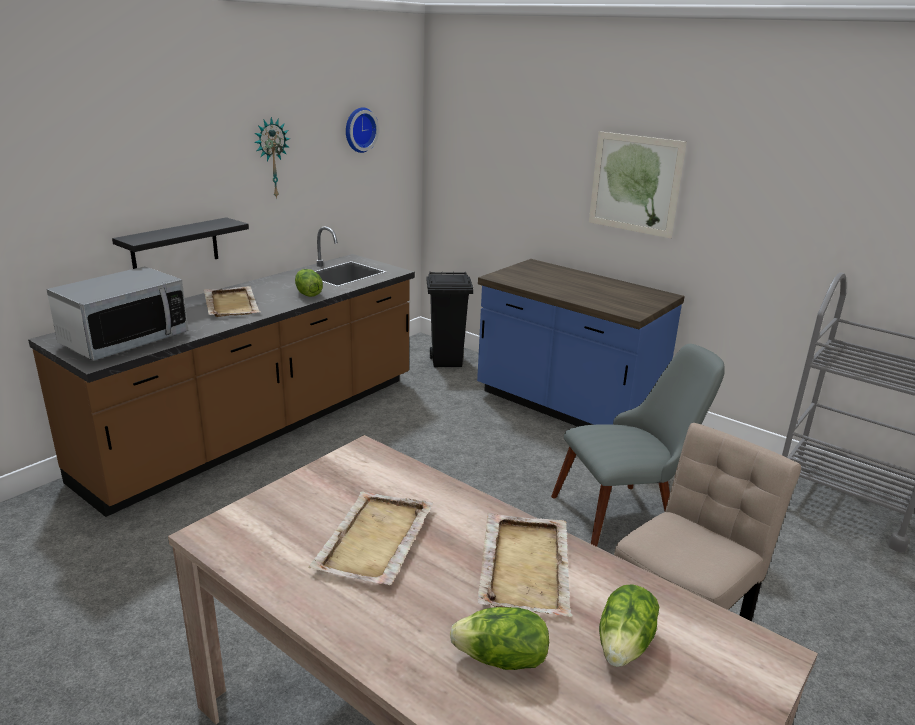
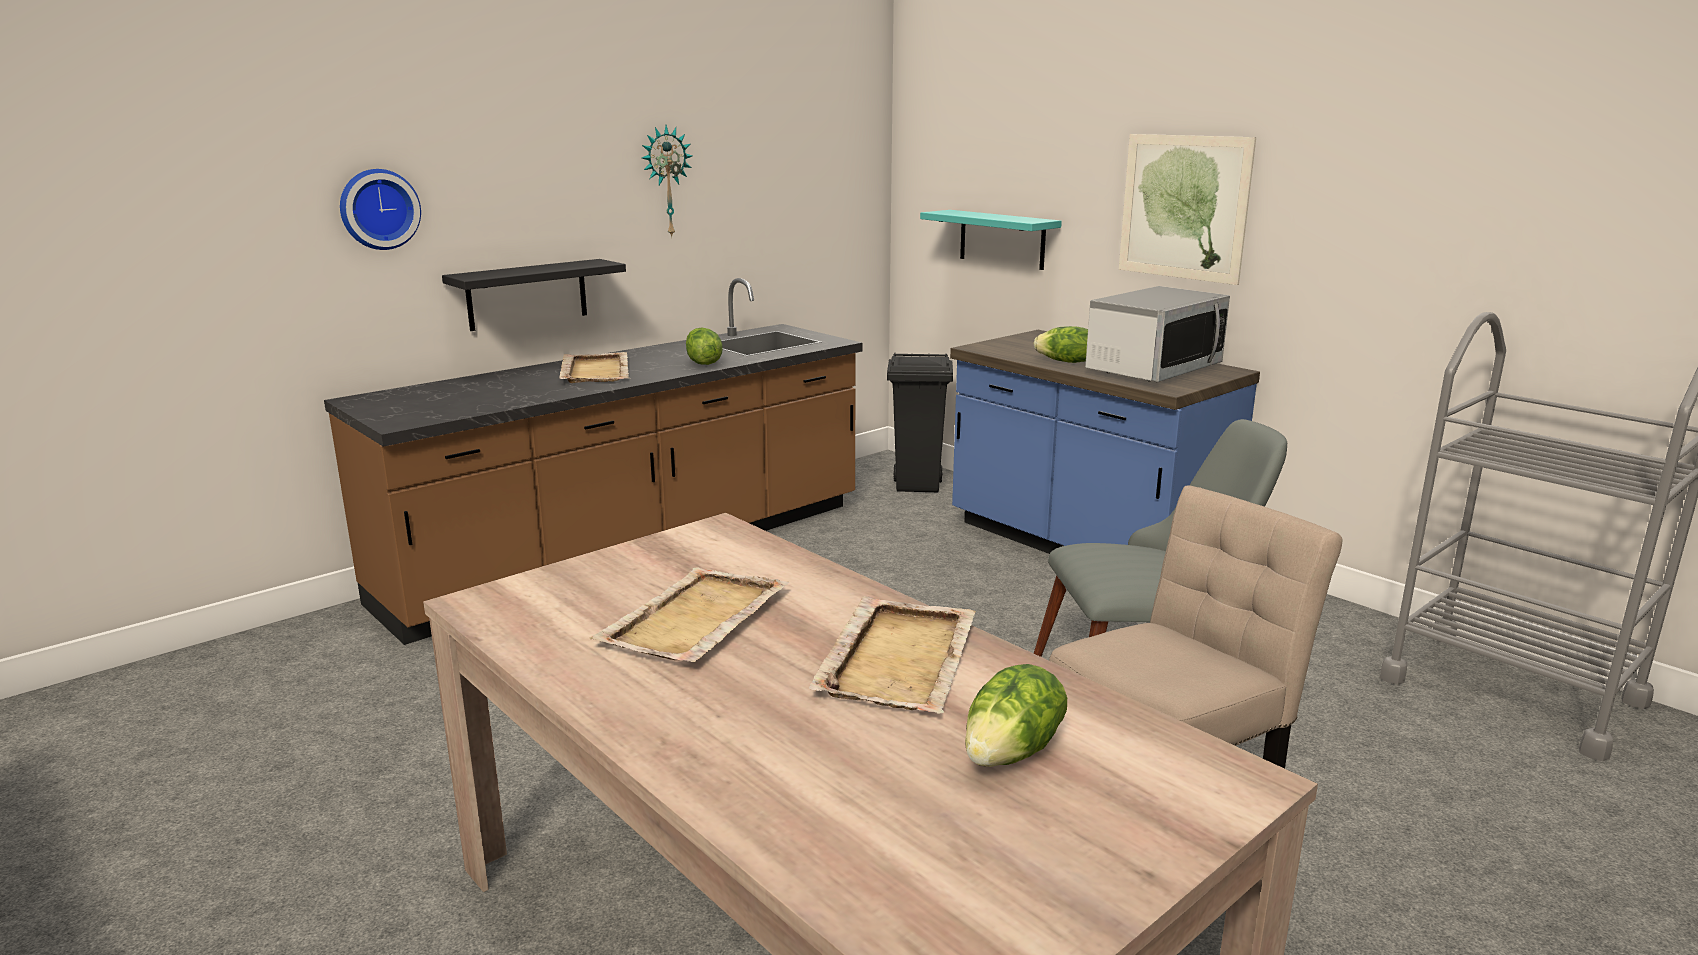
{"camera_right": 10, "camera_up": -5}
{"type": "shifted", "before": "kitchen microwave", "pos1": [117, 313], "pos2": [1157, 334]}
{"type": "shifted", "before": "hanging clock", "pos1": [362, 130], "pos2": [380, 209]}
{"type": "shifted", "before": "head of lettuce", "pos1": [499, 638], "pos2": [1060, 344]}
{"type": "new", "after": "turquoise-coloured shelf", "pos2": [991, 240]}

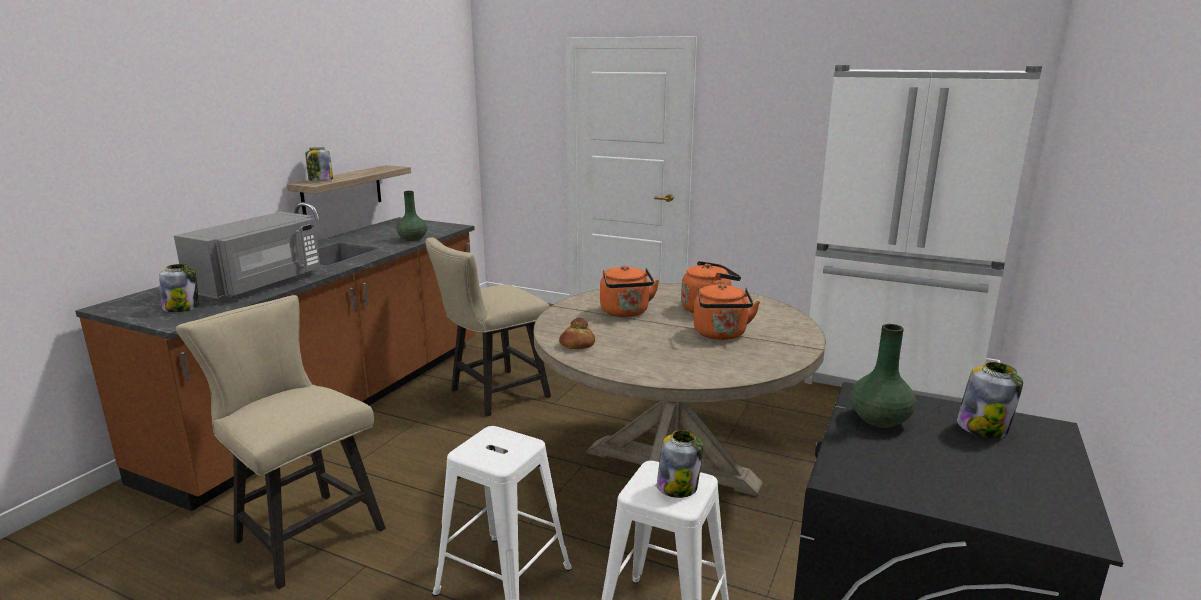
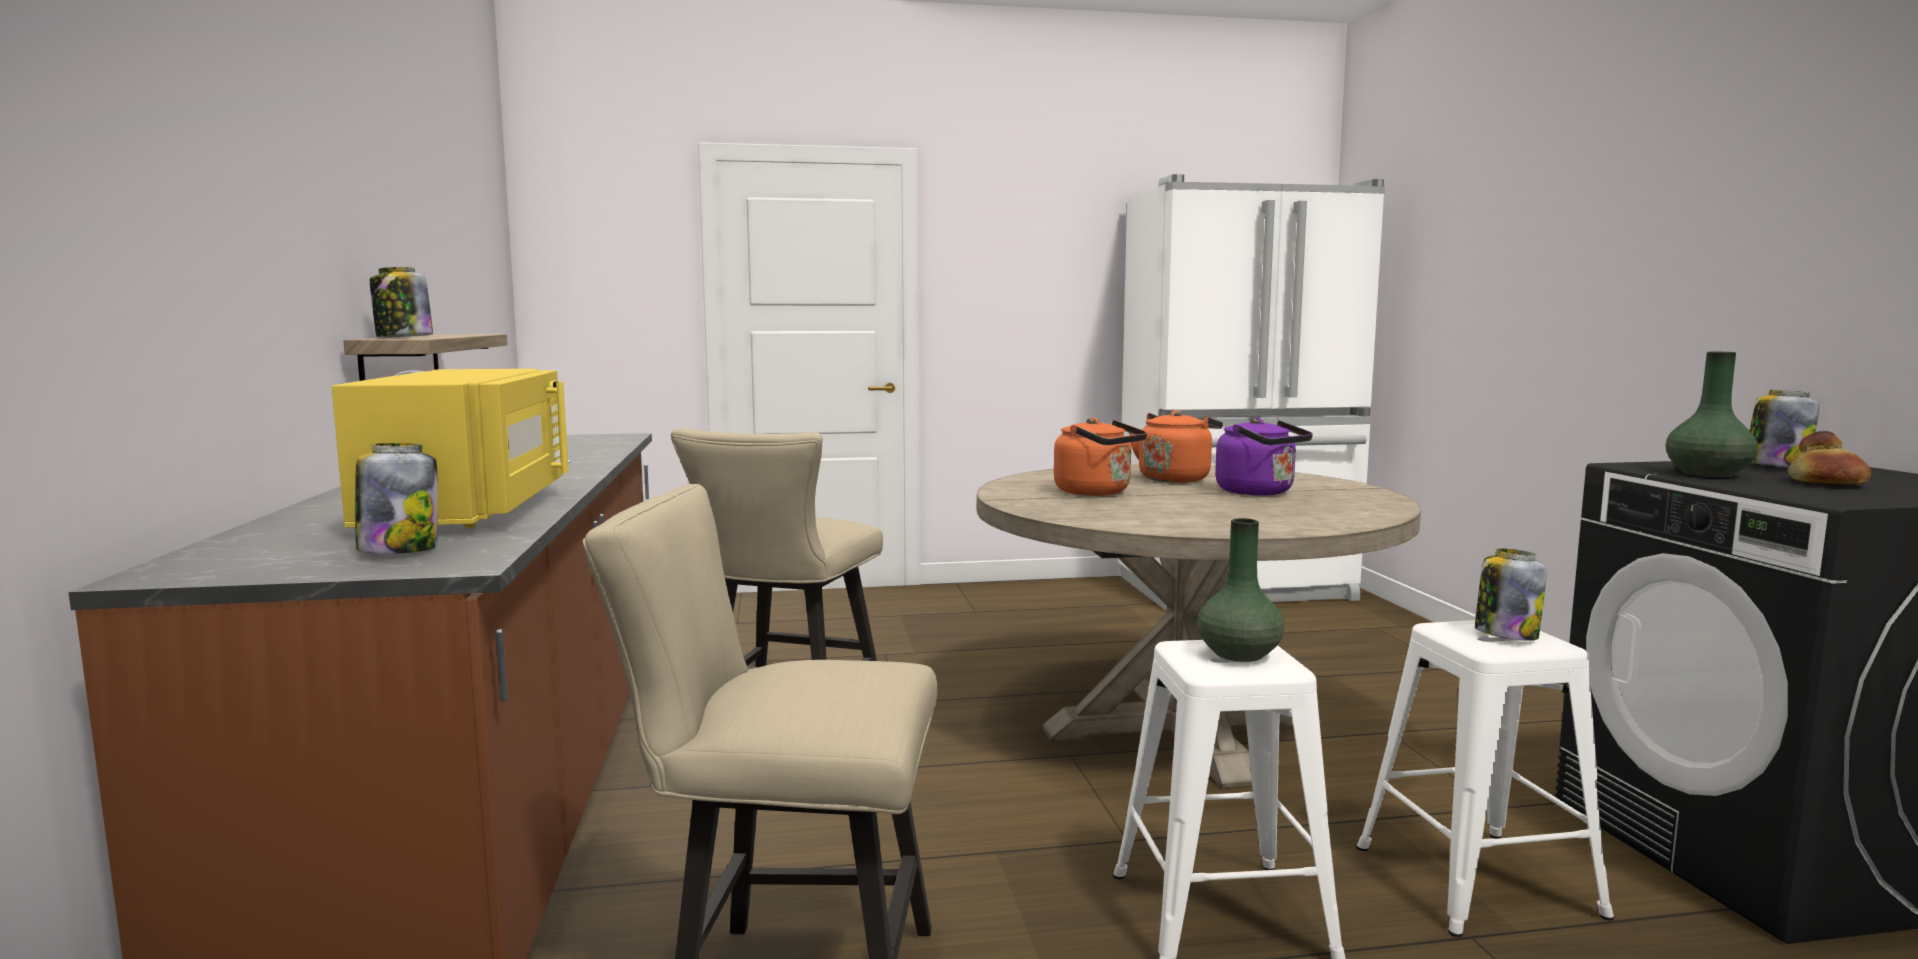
{"camera_right": -35, "camera_up": -10}
{"type": "repainted", "before": "gray kitchen microwave", "after": "yellowish kitchen microwave", "pos1": [247, 255], "pos2": [450, 448]}
{"type": "shifted", "before": "green-coloured flower vase", "pos1": [411, 216], "pos2": [1241, 590]}
{"type": "shifted", "before": "bread", "pos1": [577, 333], "pos2": [1829, 458]}
{"type": "repainted", "before": "orange-coloured water kettle", "after": "purple water kettle", "pos1": [726, 312], "pos2": [1264, 456]}

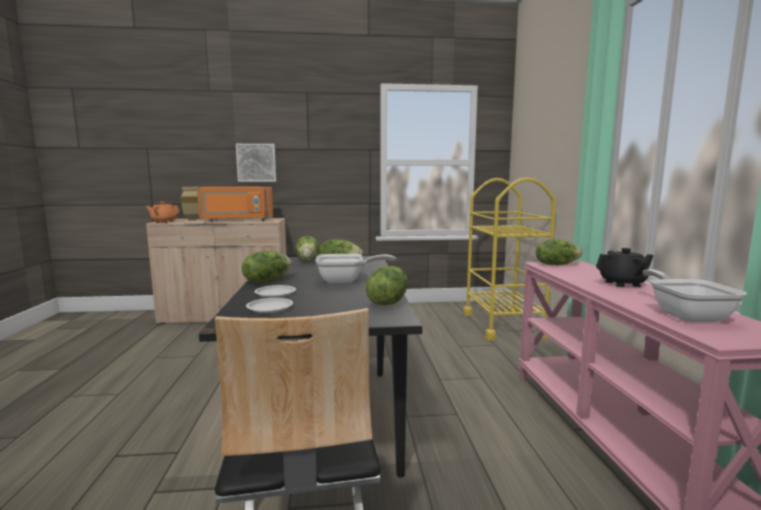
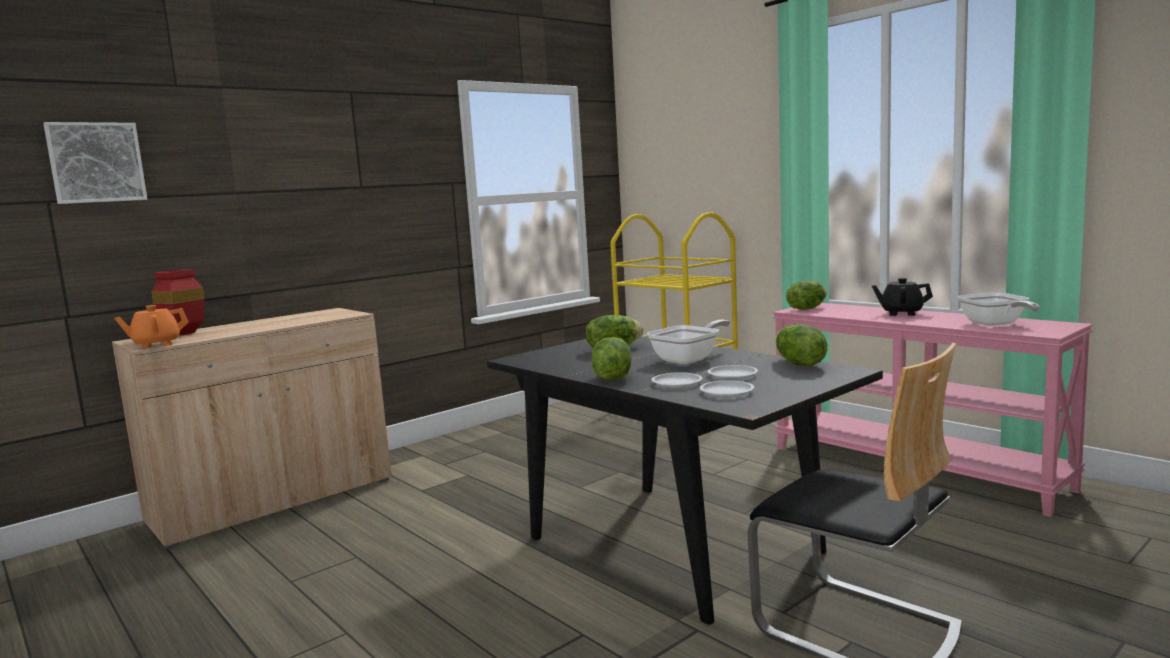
{"camera_right": -35, "camera_up": 0}
{"type": "repainted", "before": "sand-coloured flower vase", "after": "red-coloured flower vase", "pos1": [190, 203], "pos2": [178, 302]}
{"type": "gone", "before": "orange-coloured kitchen microwave", "pos1": [235, 204]}
{"type": "shifted", "before": "picture", "pos1": [256, 163], "pos2": [95, 163]}
{"type": "gone", "before": "head of lettuce", "pos1": [308, 248]}
{"type": "rotated", "before": "black-coloured pot for tea", "pos1": [625, 267], "pos2": [902, 297], "turn": -120}
{"type": "rotated", "before": "skillet", "pos1": [695, 295], "pos2": [999, 309], "turn": -150}
{"type": "new", "after": "white flat dish", "pos2": [733, 372]}

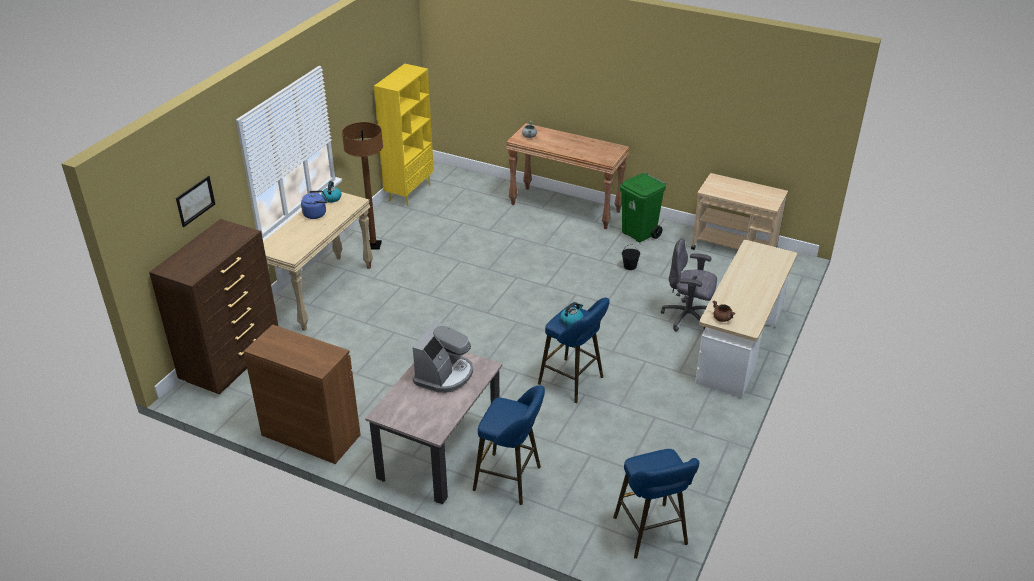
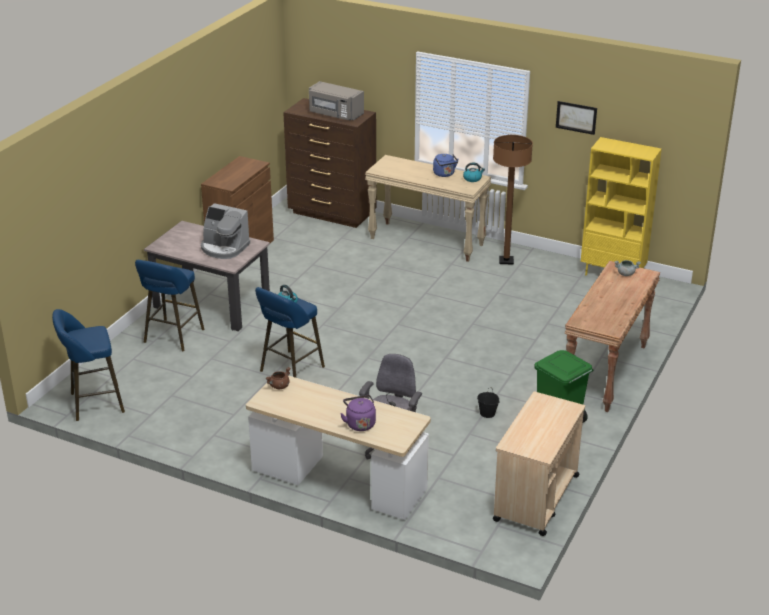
{"camera_right": 90, "camera_up": -5}
{"type": "shifted", "before": "picture", "pos1": [195, 201], "pos2": [576, 118]}
{"type": "new", "after": "gray kitchen microwave", "pos2": [336, 100]}
{"type": "new", "after": "purple water kettle", "pos2": [358, 413]}

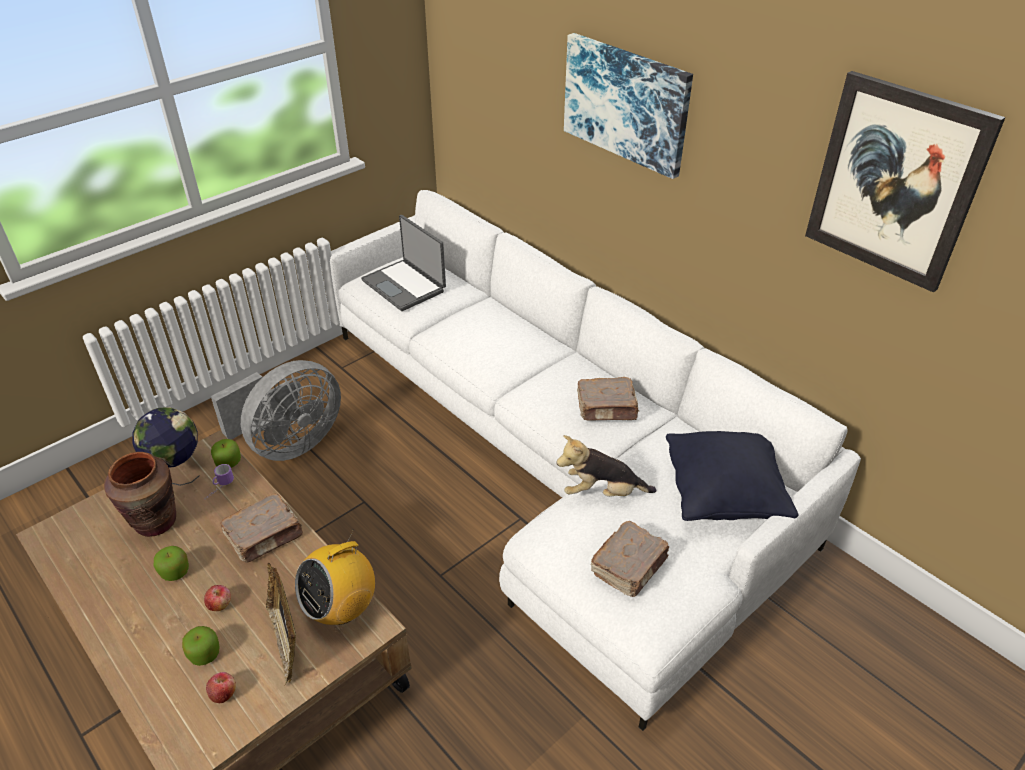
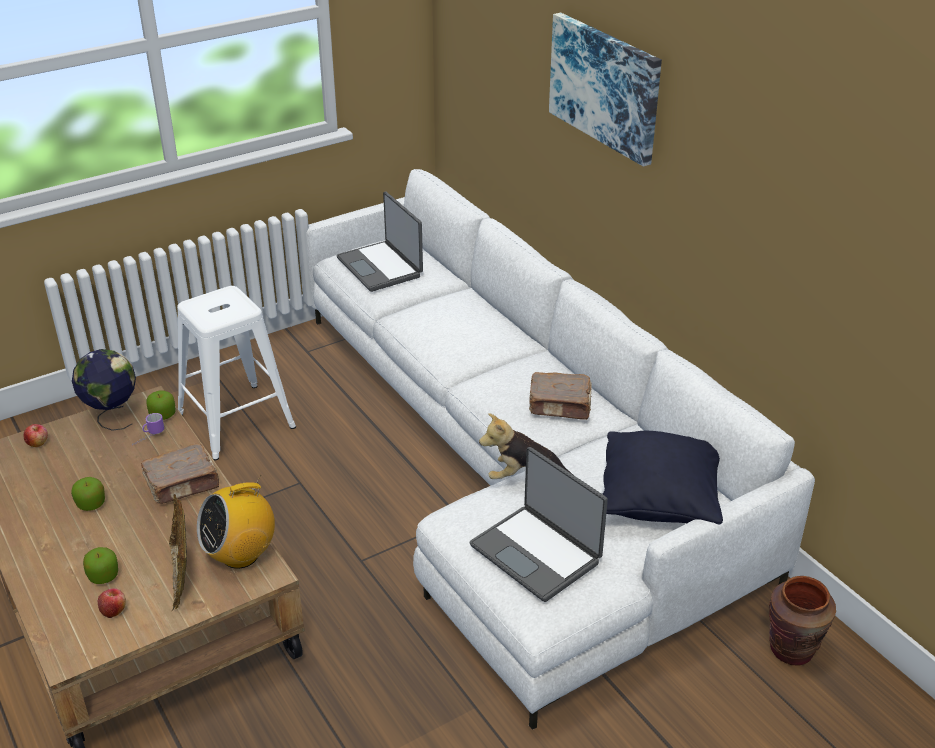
{"camera_right": 10, "camera_up": -5}
{"type": "shifted", "before": "brown flower vase", "pos1": [140, 494], "pos2": [802, 621]}
{"type": "shifted", "before": "apple", "pos1": [217, 598], "pos2": [35, 435]}
{"type": "swapped", "before": "gray fan", "after": "white sitting stool", "pos1": [276, 410], "pos2": [236, 373]}
{"type": "swapped", "before": "brown bound book", "after": "portable computer", "pos1": [630, 559], "pos2": [539, 524]}
{"type": "gone", "before": "picture", "pos1": [905, 182]}

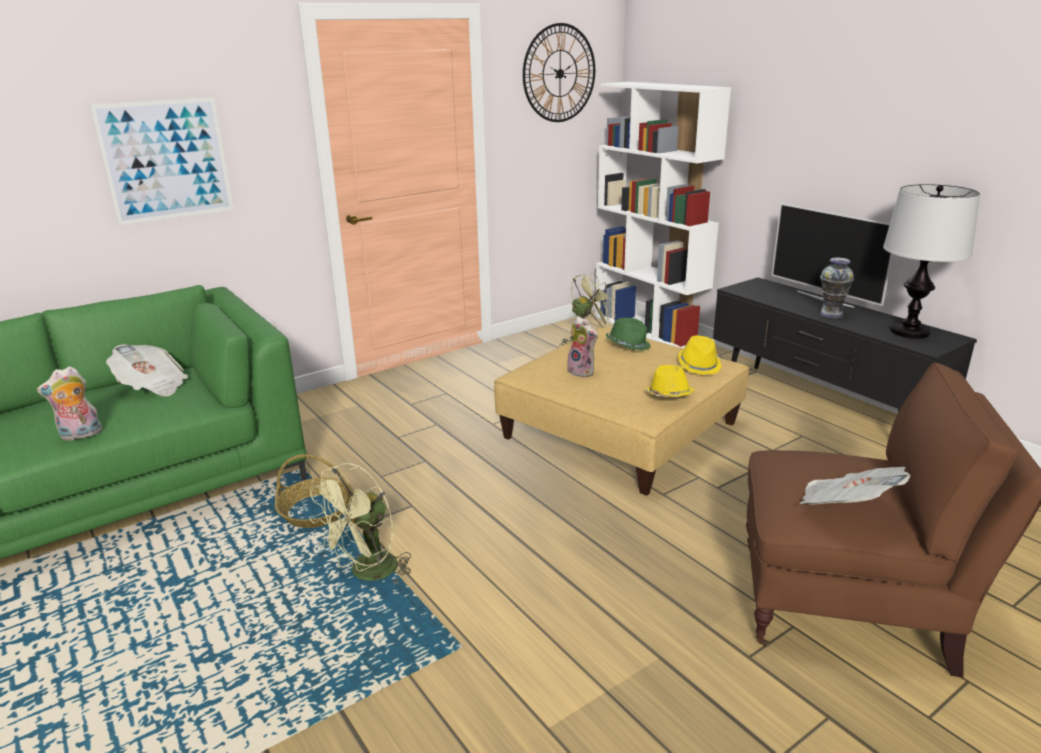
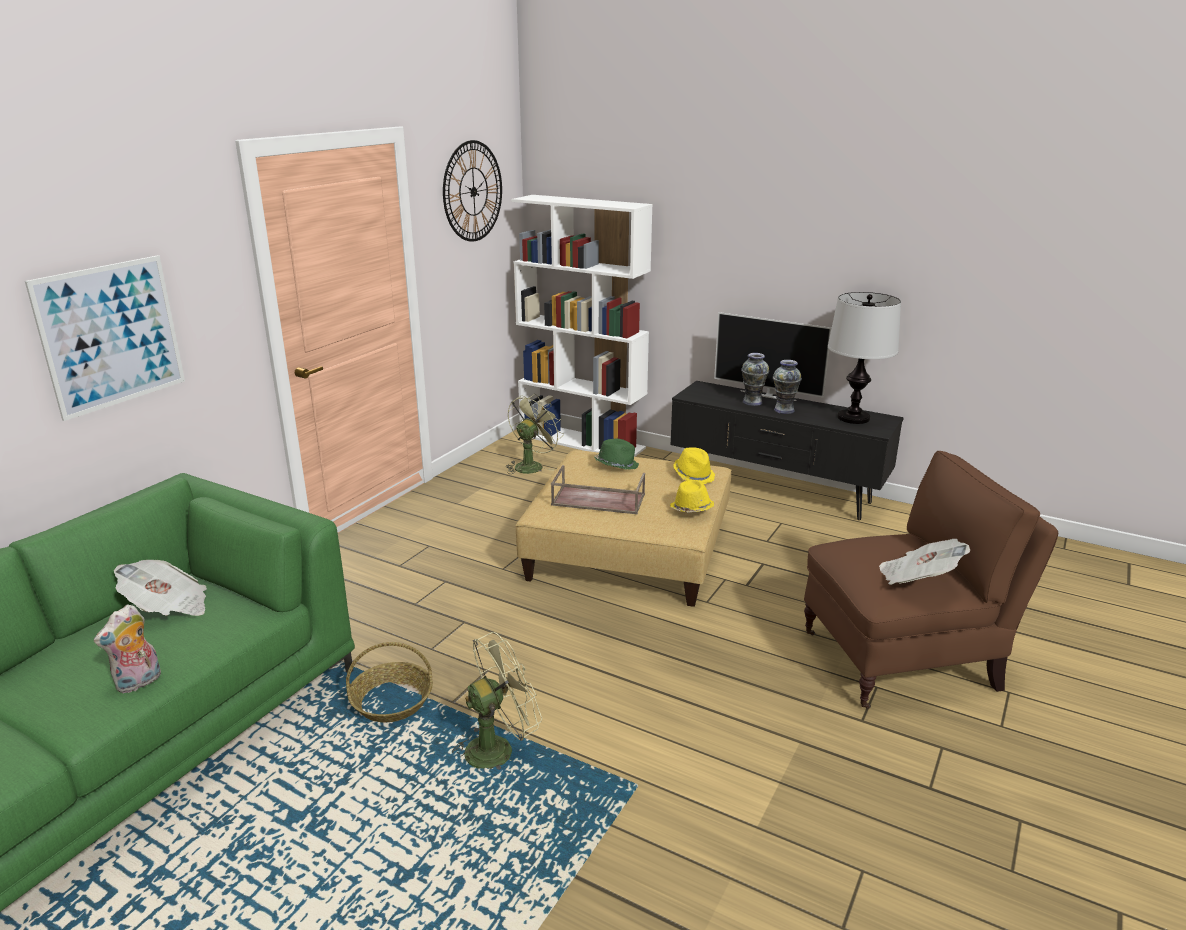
{"camera_right": -25, "camera_up": 0}
{"type": "rotated", "before": "green-coloured fan", "pos1": [360, 524], "pos2": [497, 701], "turn": -135}
{"type": "swapped", "before": "cuddly toy", "after": "brown serving tray", "pos1": [582, 347], "pos2": [598, 489]}
{"type": "new", "after": "flower vase", "pos2": [755, 379]}

